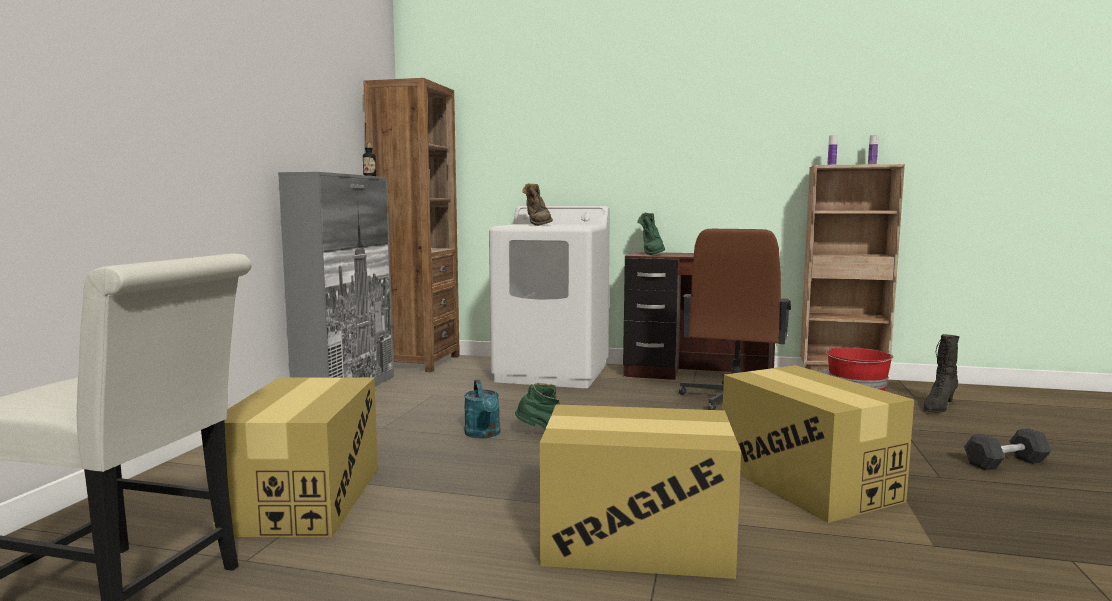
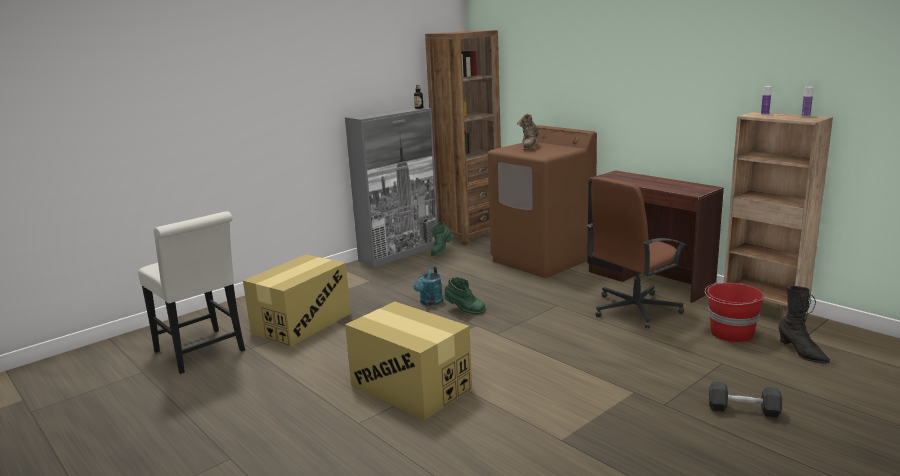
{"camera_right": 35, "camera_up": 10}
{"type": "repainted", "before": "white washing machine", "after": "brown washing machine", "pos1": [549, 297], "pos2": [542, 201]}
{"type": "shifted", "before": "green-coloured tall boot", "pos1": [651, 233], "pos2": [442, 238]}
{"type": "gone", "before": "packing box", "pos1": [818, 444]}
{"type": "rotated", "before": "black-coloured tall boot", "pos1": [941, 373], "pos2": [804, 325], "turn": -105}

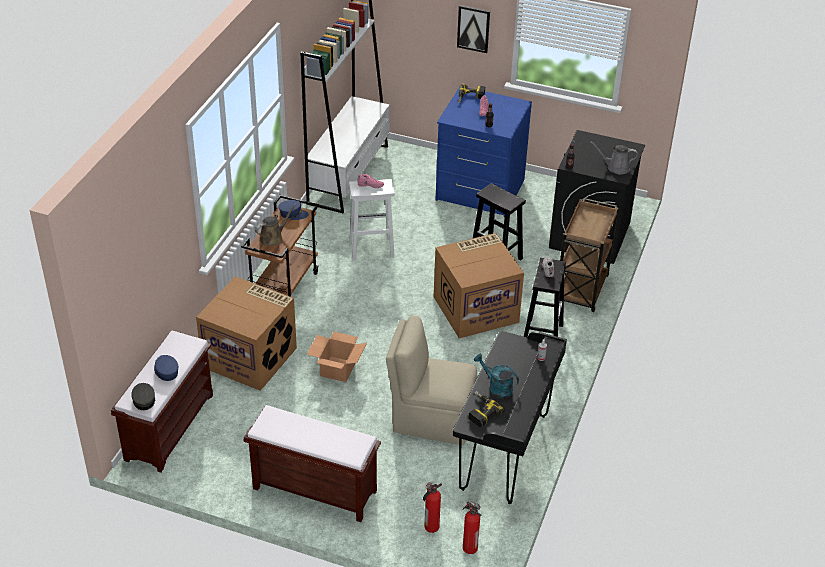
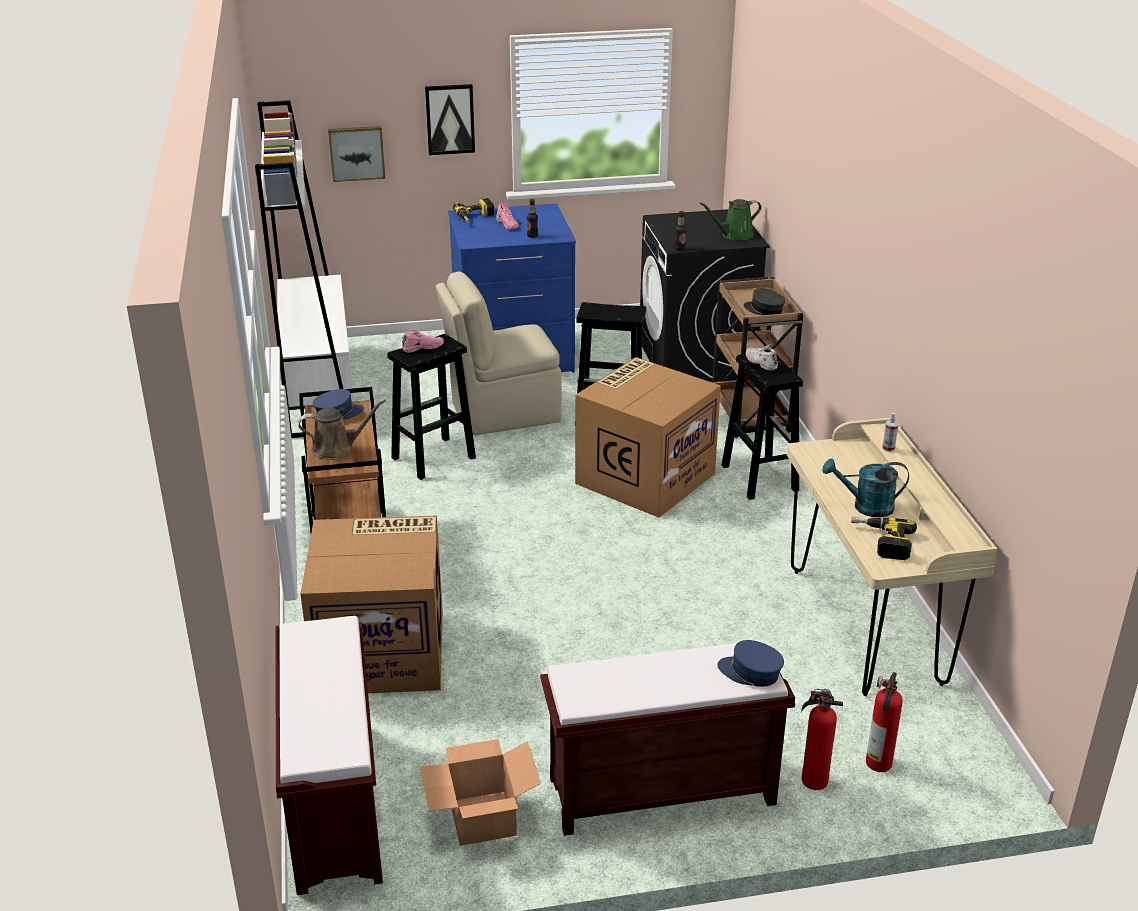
{"camera_right": -30, "camera_up": -10}
{"type": "shifted", "before": "gray peaked cap", "pos1": [143, 396], "pos2": [764, 301]}
{"type": "shifted", "before": "bluish peaked cap", "pos1": [166, 368], "pos2": [750, 663]}
{"type": "rotated", "before": "brown watering can", "pos1": [276, 224], "pos2": [342, 429], "turn": 60}
{"type": "shifted", "before": "packing box", "pos1": [337, 357], "pos2": [480, 792]}
{"type": "repainted", "before": "white sitting stool", "after": "black-coloured sitting stool", "pos1": [372, 220], "pos2": [431, 407]}
{"type": "shifted", "before": "sand-coloured chair", "pos1": [431, 380], "pos2": [499, 353]}
{"type": "repainted", "before": "black-coloured desk", "after": "sand-coloured desk", "pos1": [510, 417], "pos2": [892, 557]}
{"type": "shifted", "before": "extinguisher", "pos1": [472, 528], "pos2": [822, 739]}
{"type": "repainted", "before": "gray watering can", "after": "green-coloured watering can", "pos1": [614, 158], "pos2": [730, 219]}
{"type": "new", "after": "picture", "pos2": [356, 154]}

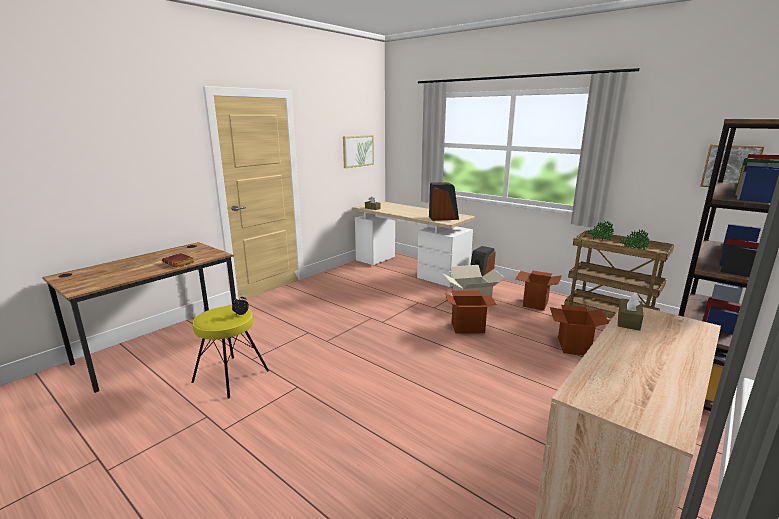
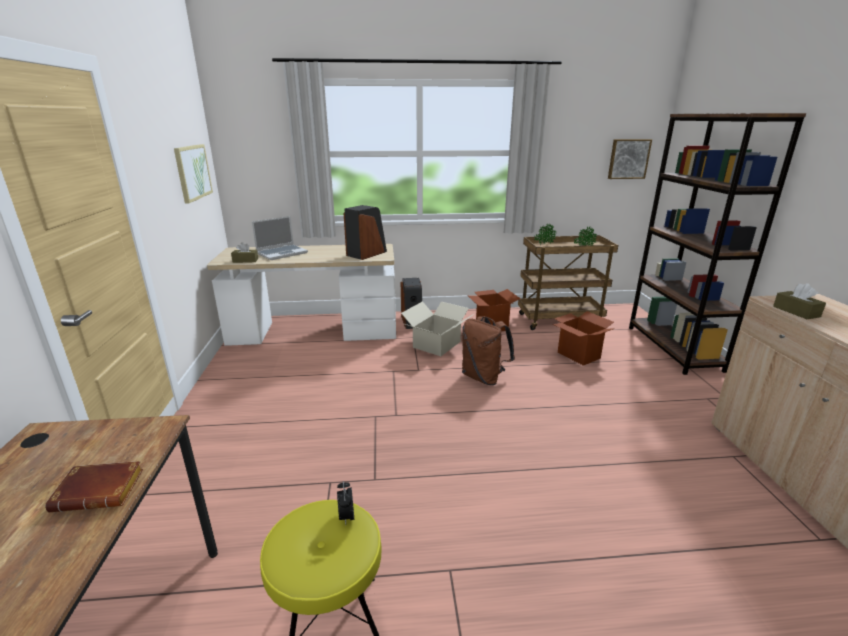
{"camera_right": -45, "camera_up": 5}
{"type": "swapped", "before": "packing box", "after": "brown backpack", "pos1": [471, 312], "pos2": [488, 350]}
{"type": "new", "after": "portable computer", "pos2": [280, 238]}

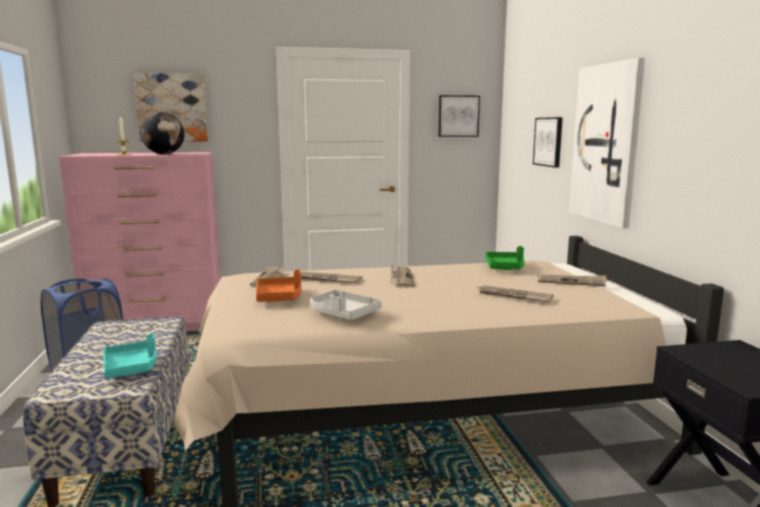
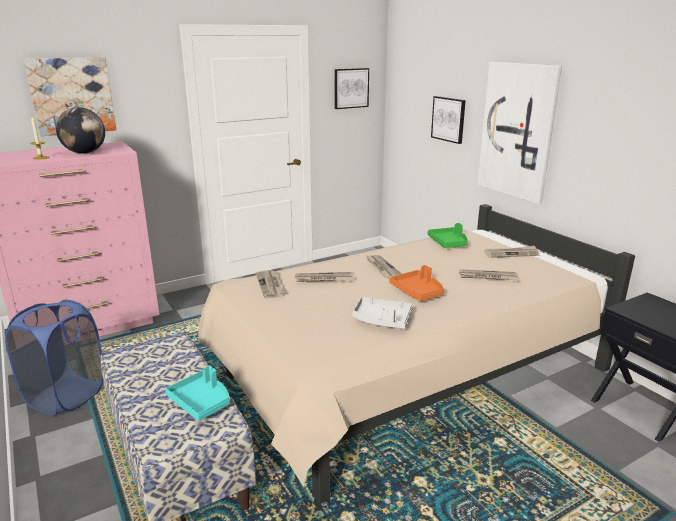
{"camera_right": -20, "camera_up": 10}
{"type": "shifted", "before": "orange-coloured serving tray", "pos1": [279, 286], "pos2": [417, 283]}

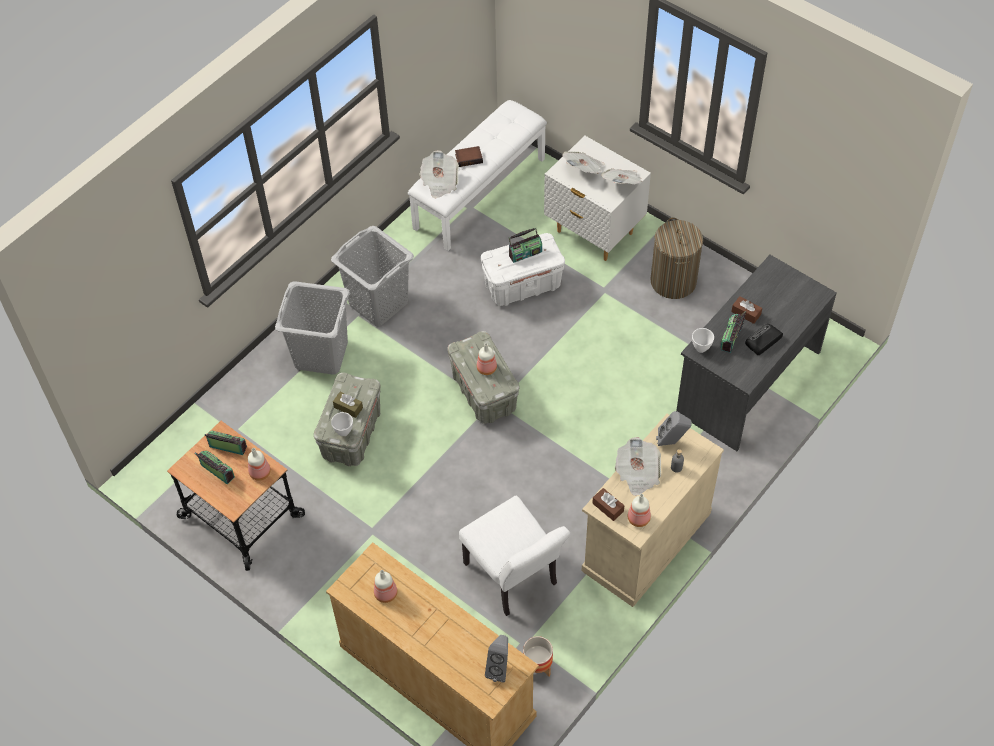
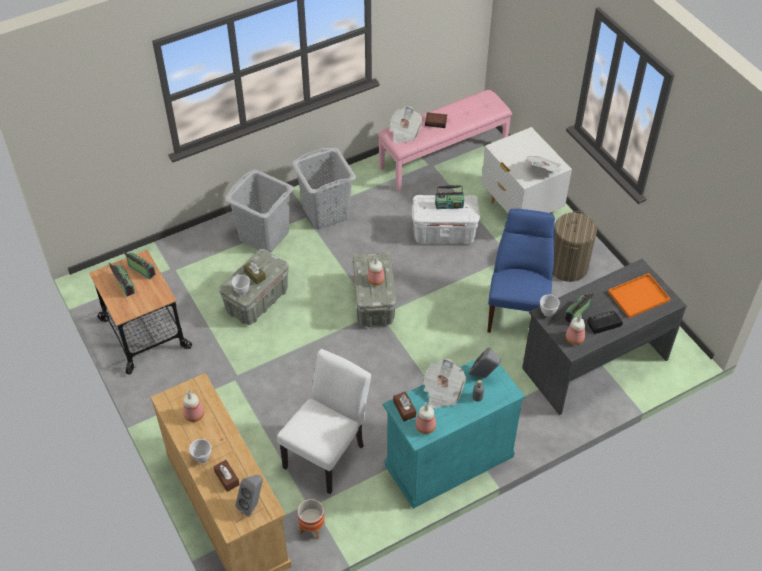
{"camera_right": 20, "camera_up": -5}
{"type": "shifted", "before": "beverage bottle", "pos1": [259, 464], "pos2": [575, 329]}
{"type": "repainted", "before": "white bench", "after": "pink bench", "pos1": [477, 175], "pos2": [445, 140]}
{"type": "rotated", "before": "white chair", "pos1": [514, 555], "pos2": [324, 421], "turn": -135}
{"type": "gone", "before": "newspaper", "pos1": [583, 162]}
{"type": "repainted", "before": "sand-coloured storage cabinet", "after": "turquoise-coloured storage cabinet", "pos1": [652, 510], "pos2": [454, 434]}
{"type": "shifted", "before": "brown tissue box", "pos1": [746, 310], "pos2": [227, 476]}
{"type": "new", "after": "white bowl", "pos2": [200, 451]}
{"type": "new", "after": "bluish chair", "pos2": [521, 271]}
{"type": "new", "after": "orange-coloured serving tray", "pos2": [639, 295]}

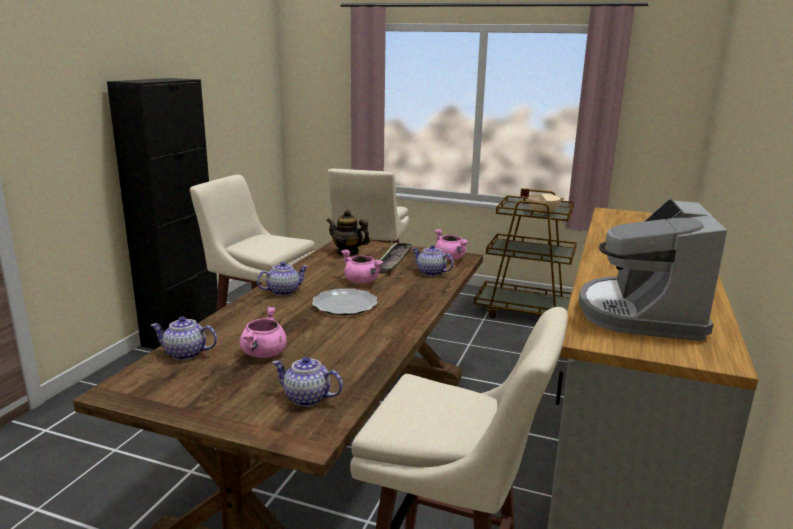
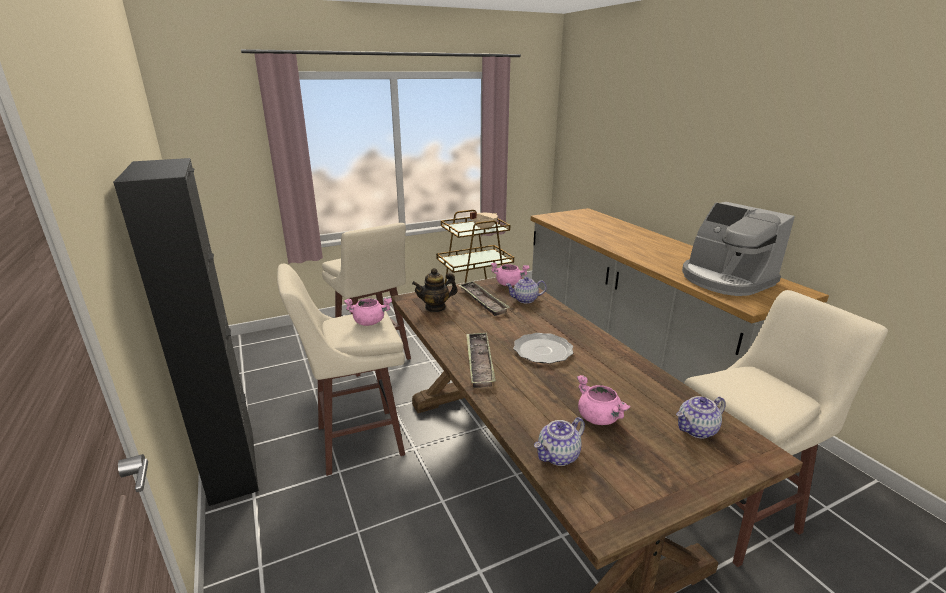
{"camera_right": -45, "camera_up": 5}
{"type": "swapped", "before": "pot for tea", "after": "serving tray", "pos1": [282, 279], "pos2": [481, 360]}
{"type": "shifted", "before": "pink cooking pot", "pos1": [362, 266], "pos2": [368, 312]}

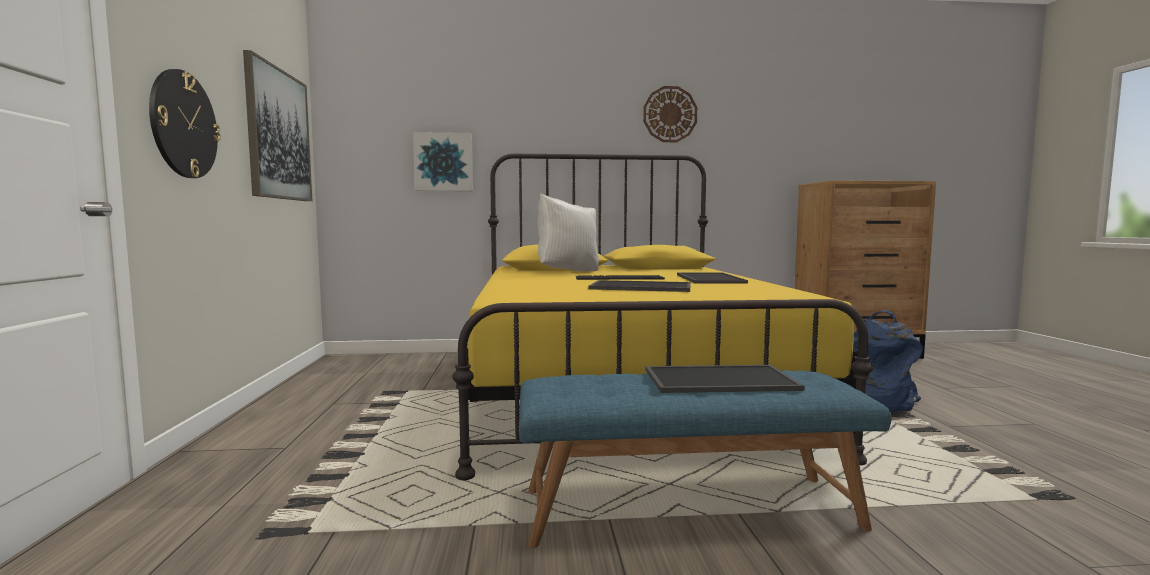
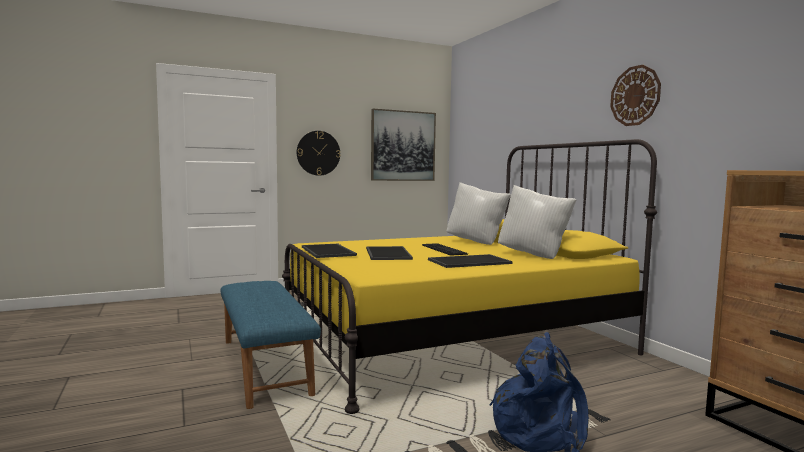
{"camera_right": 70, "camera_up": 0}
{"type": "gone", "before": "picture", "pos1": [443, 161]}
{"type": "shifted", "before": "serving tray", "pos1": [725, 379], "pos2": [329, 251]}
{"type": "new", "after": "white pillow", "pos2": [537, 222]}

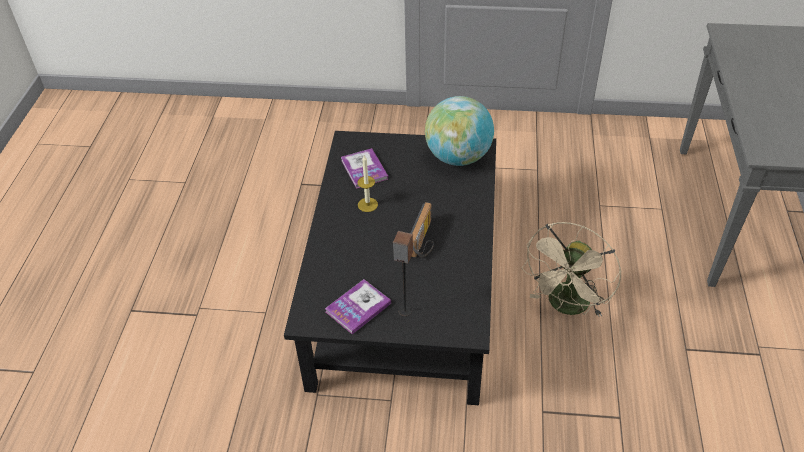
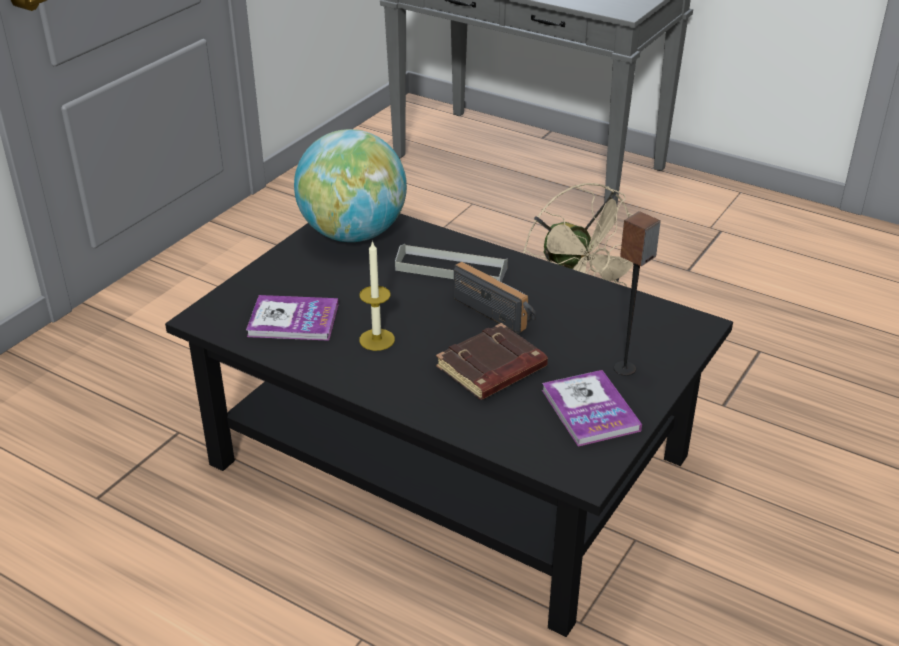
{"camera_right": -65, "camera_up": -10}
{"type": "new", "after": "gray serving tray", "pos2": [451, 263]}
{"type": "new", "after": "brown bound book", "pos2": [492, 361]}

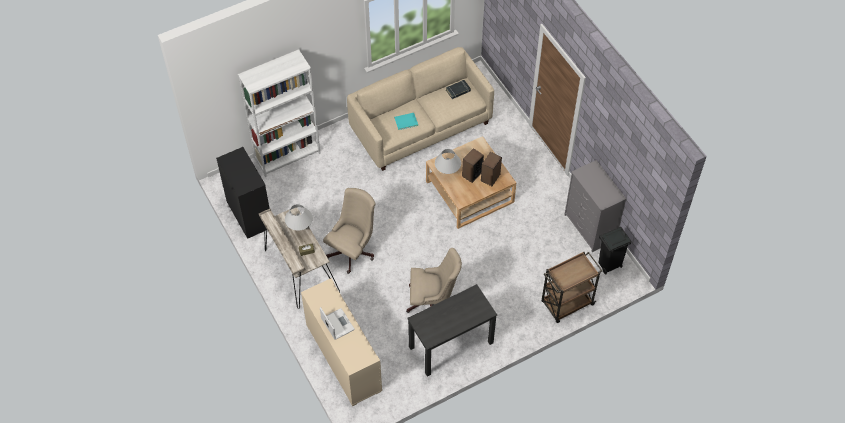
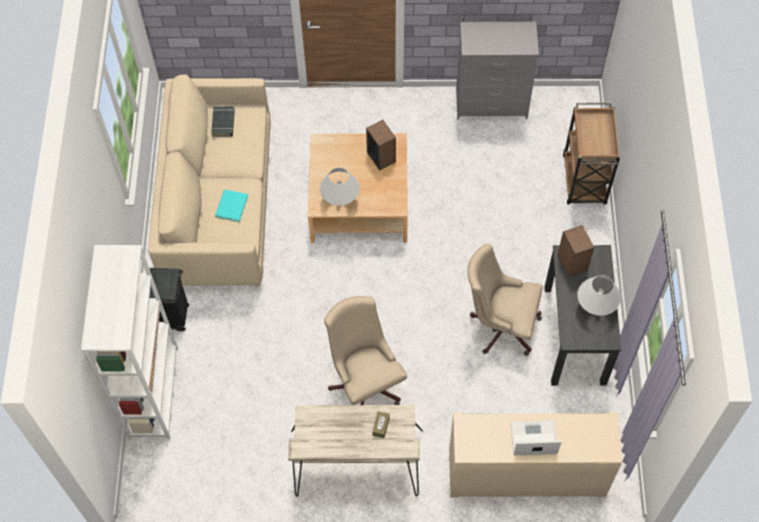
{"camera_right": -60, "camera_up": 5}
{"type": "gone", "before": "black-coloured drawer chest", "pos1": [243, 193]}
{"type": "shifted", "before": "white lamp for a table", "pos1": [299, 217], "pos2": [599, 295]}
{"type": "rotated", "before": "sand-coloured desk chair", "pos1": [434, 280], "pos2": [505, 300], "turn": -105}
{"type": "shifted", "before": "audio speaker", "pos1": [473, 165], "pos2": [576, 251]}
{"type": "shifted", "before": "black-coloured rubbish bin", "pos1": [615, 250], "pos2": [169, 300]}

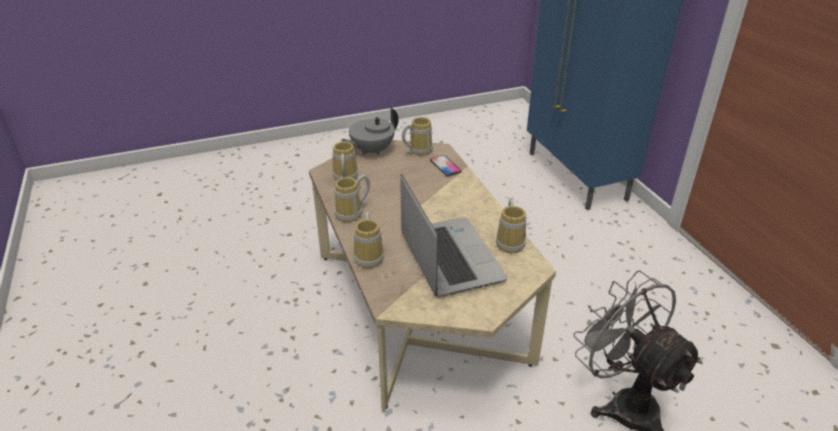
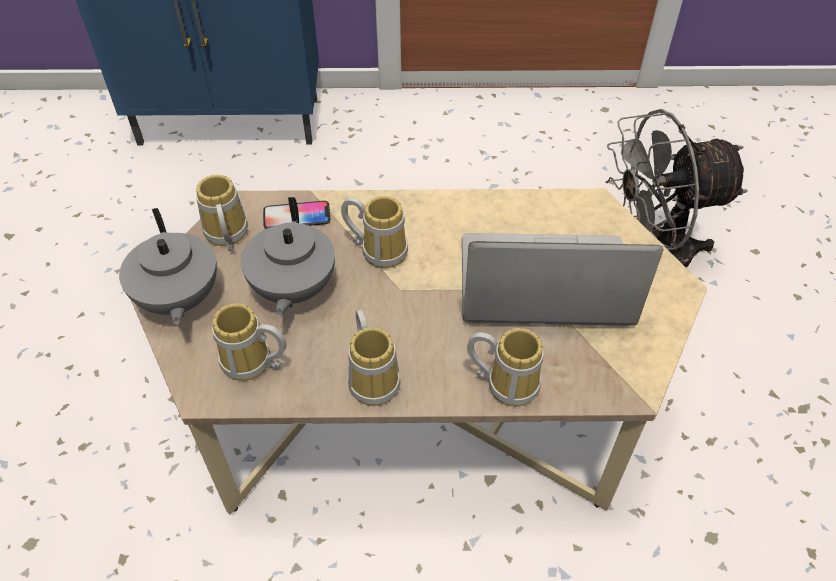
{"camera_right": -70, "camera_up": 15}
{"type": "shifted", "before": "mug", "pos1": [511, 226], "pos2": [374, 232]}
{"type": "new", "after": "gray pot for tea", "pos2": [288, 256]}

